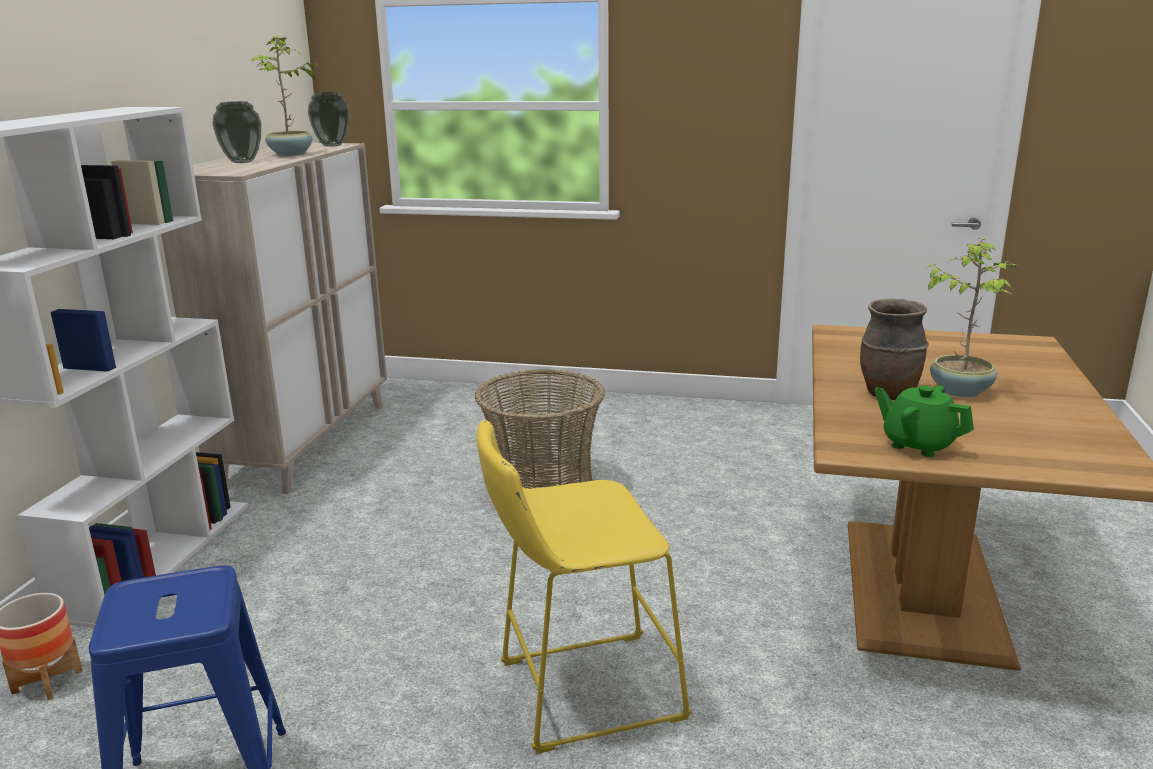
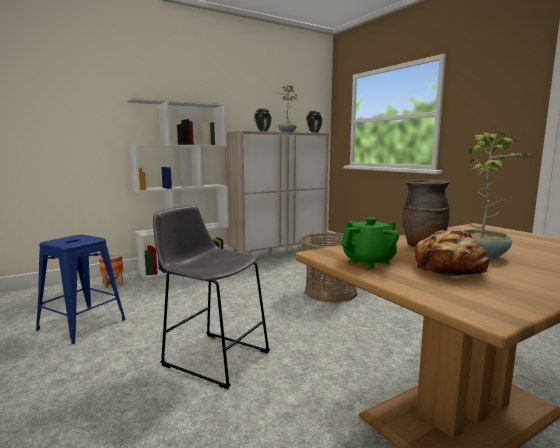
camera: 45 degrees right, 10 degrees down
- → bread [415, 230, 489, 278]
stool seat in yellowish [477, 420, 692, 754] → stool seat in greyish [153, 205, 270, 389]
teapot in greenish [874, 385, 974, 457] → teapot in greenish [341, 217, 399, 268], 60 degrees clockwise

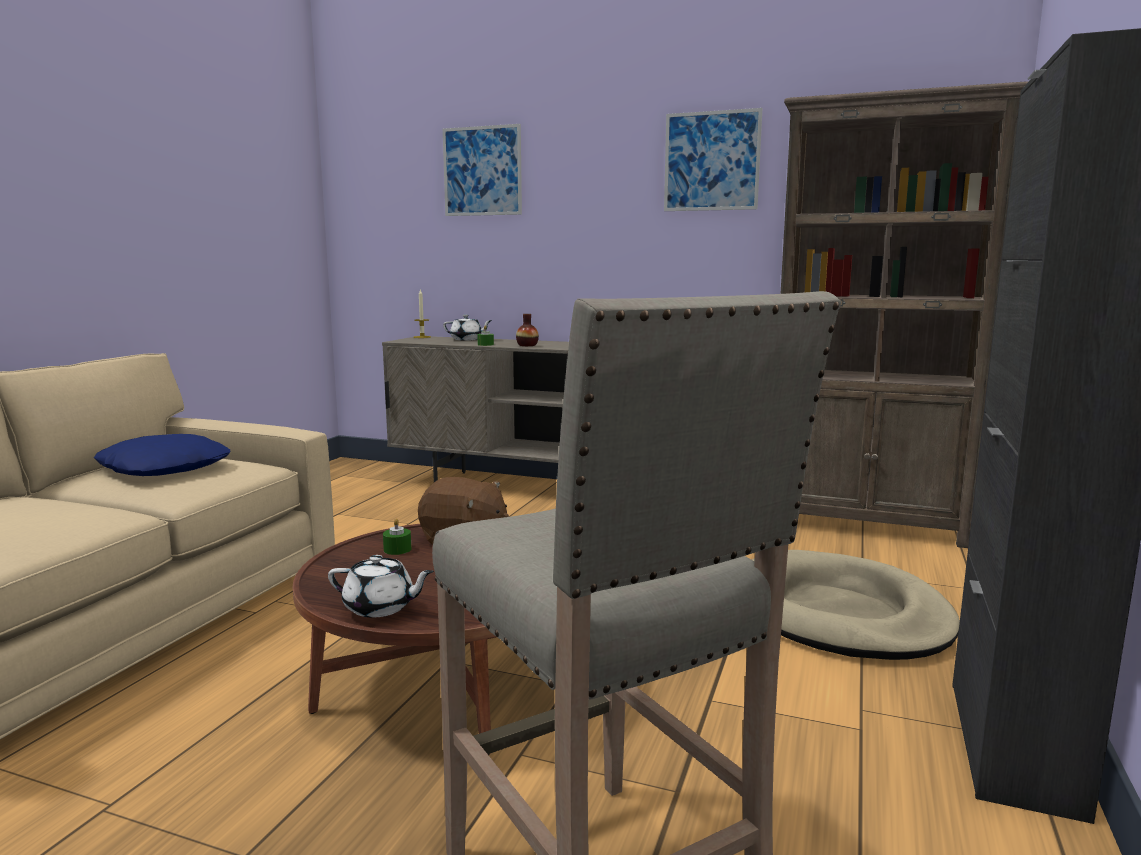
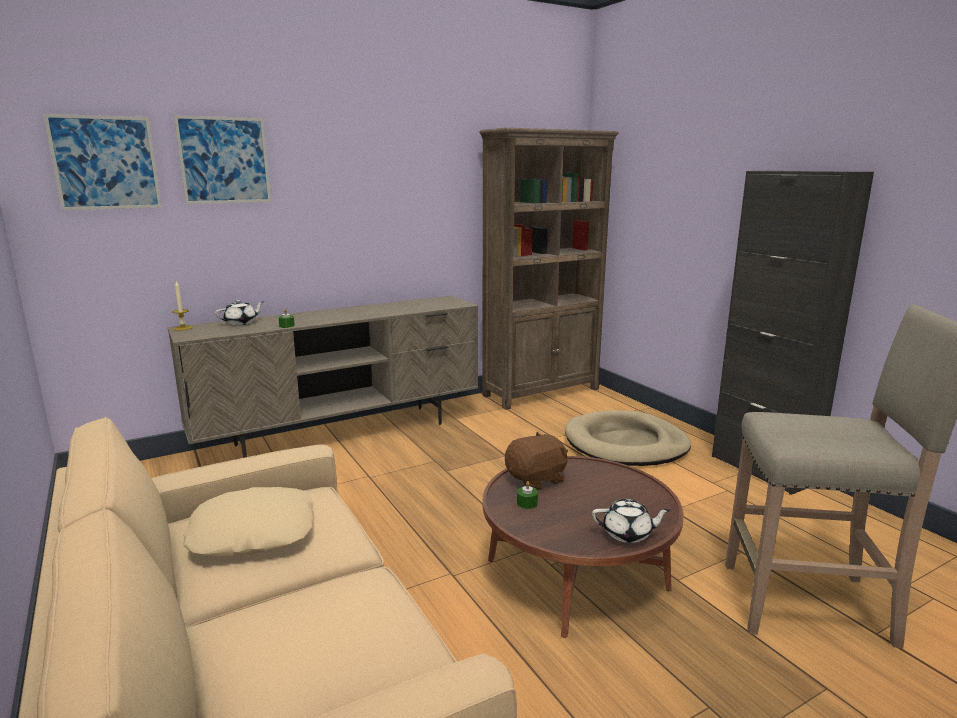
camera: 50 degrees left, 5 degrees up
decorative vase [516, 314, 539, 346] → -
picture [664, 108, 762, 211] → picture [43, 114, 162, 210], shifted
pillow in blue-coloured [94, 434, 231, 476] → pillow in beige [183, 487, 314, 557]
teapot in white [328, 555, 434, 617] → teapot in white [592, 499, 671, 543], 45 degrees clockwise

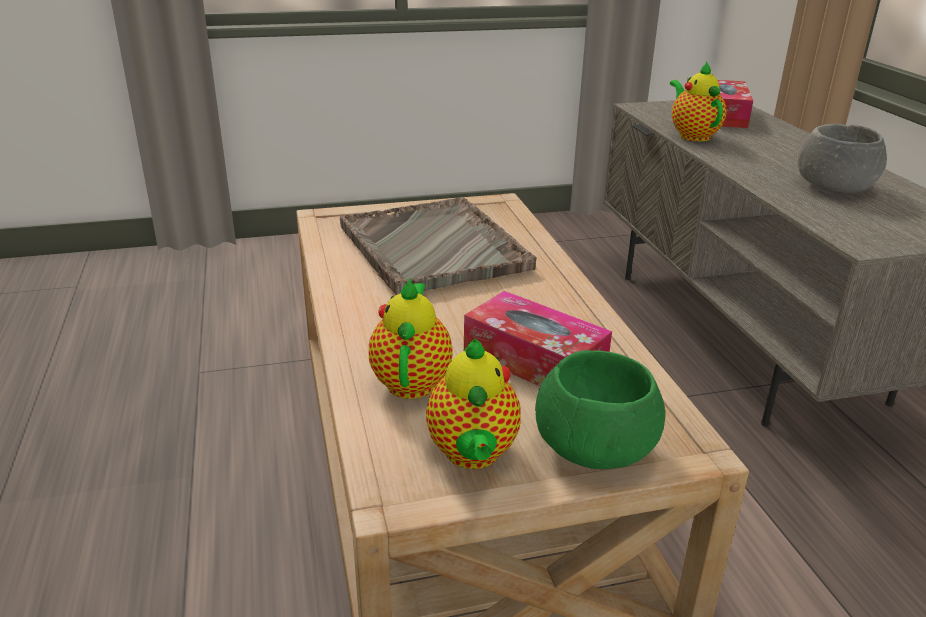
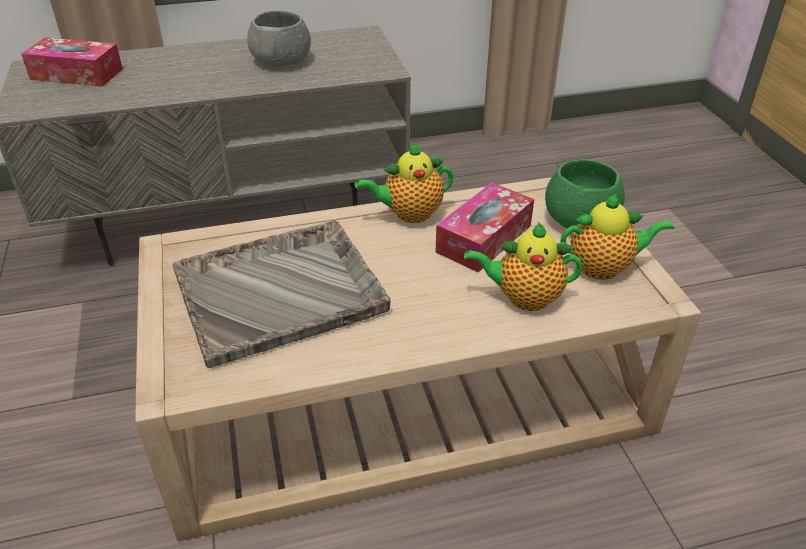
camera: 90 degrees left, 10 degrees up
teapot [670, 61, 727, 142] → teapot [355, 142, 453, 223], shifted

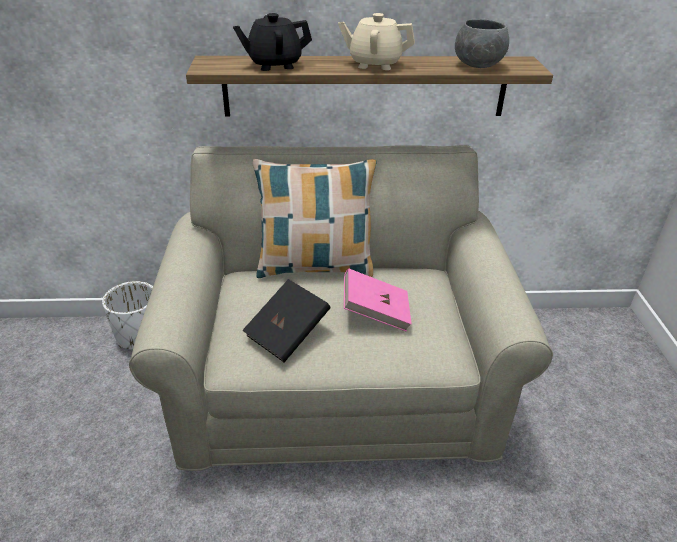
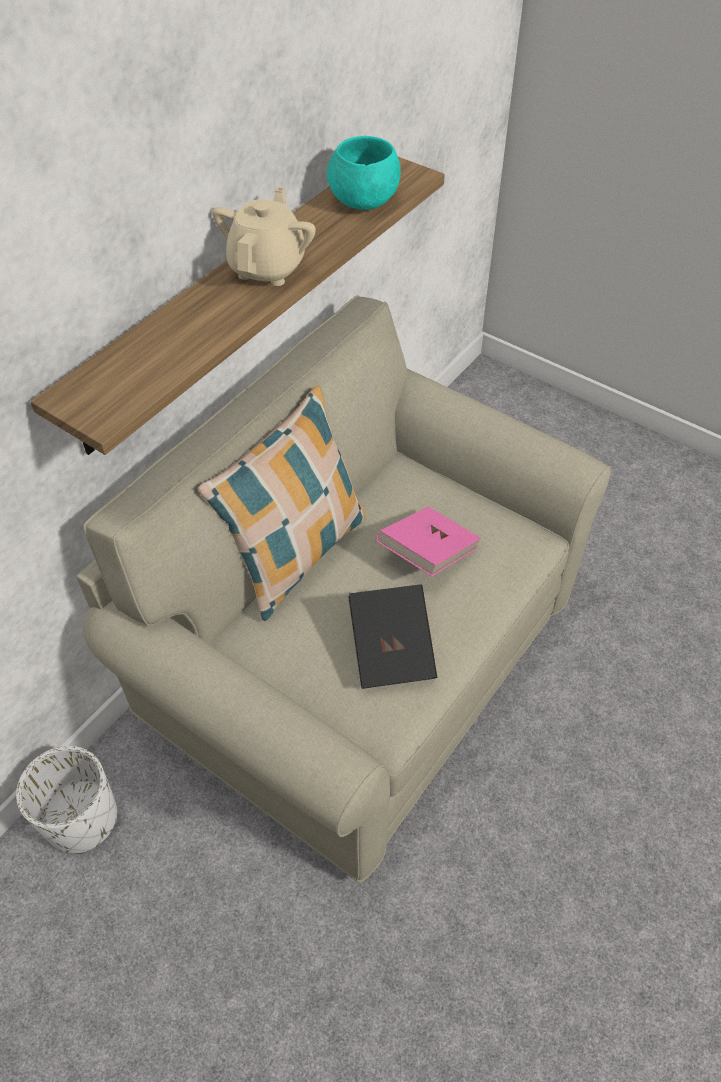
camera: 50 degrees left, 15 degrees up
teapot in black [233, 13, 312, 71] → -
bowl in greyish [455, 19, 509, 68] → bowl in blue-green [327, 136, 401, 210]
teapot in beige [338, 13, 415, 70] → teapot in beige [212, 187, 316, 286], 150 degrees clockwise

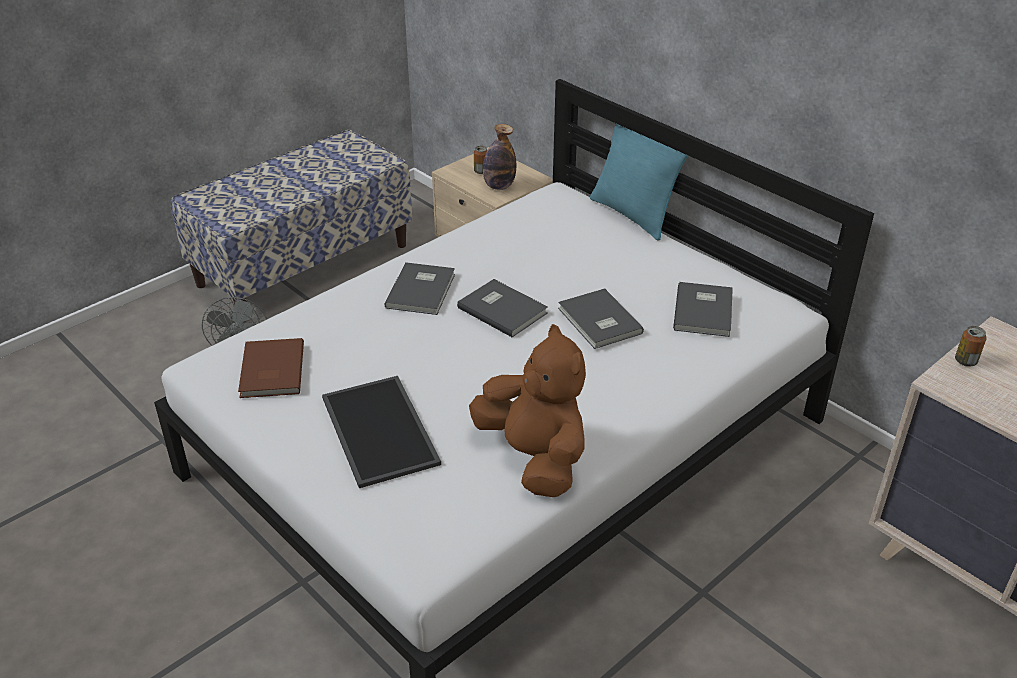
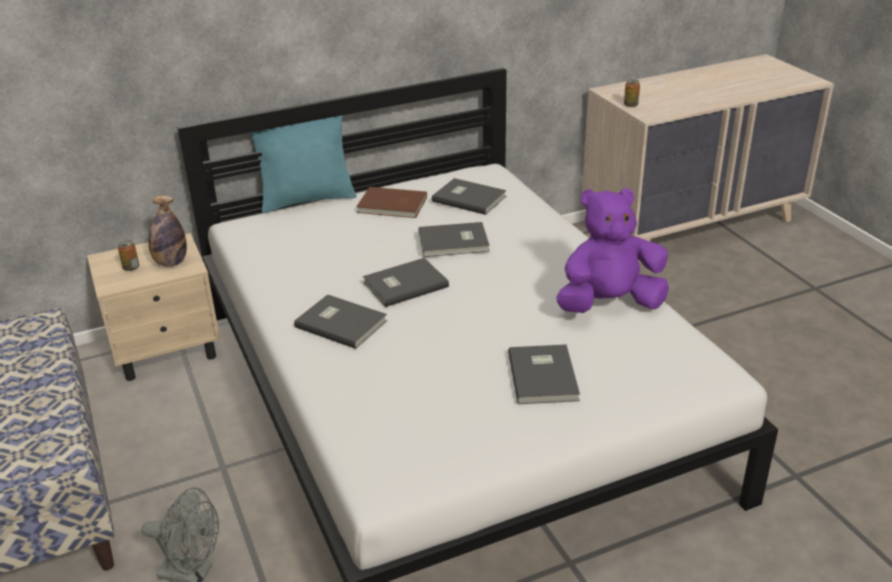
camera: 70 degrees left, 5 degrees down
bound book in brownish [238, 338, 304, 398] → bound book in brownish [356, 187, 427, 218], shifted
carrying tray [322, 376, 441, 488] → bound book in greyish [508, 344, 580, 404]
soft toy in brownish [469, 324, 586, 497] → soft toy in purple [556, 188, 669, 313]

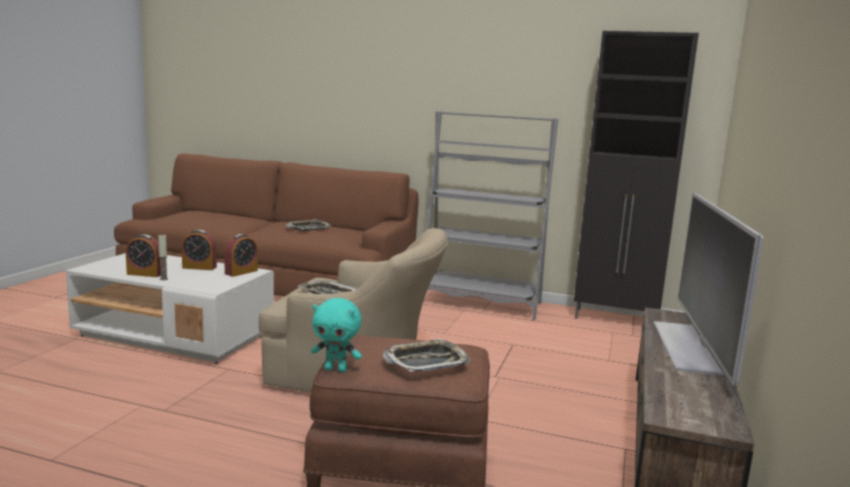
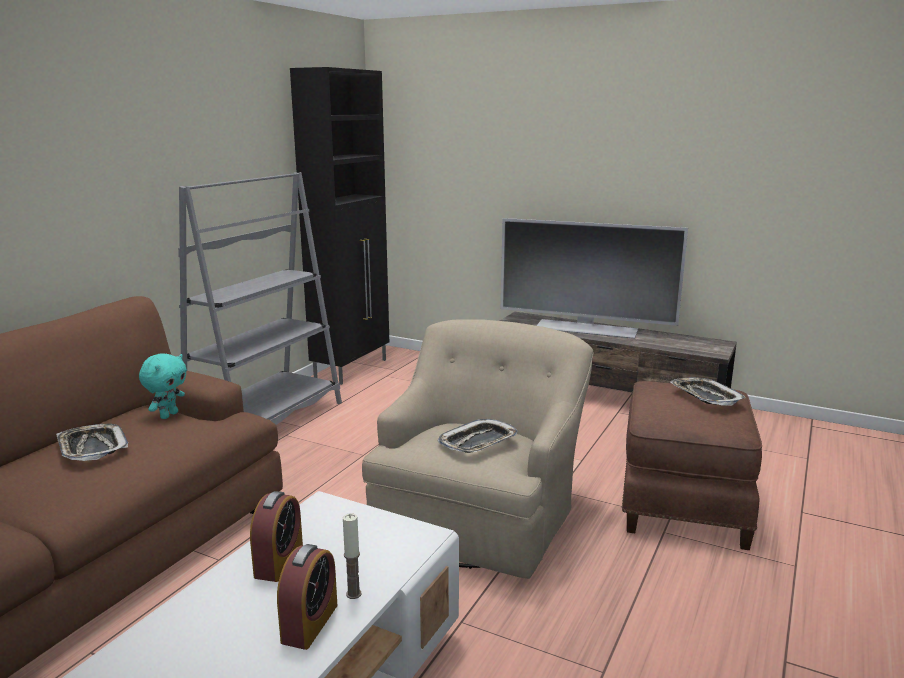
camera: 80 degrees left, 5 degrees up
alarm clock [224, 234, 258, 277] → -
soft toy in blue-green [311, 298, 362, 372] → soft toy in blue-green [139, 353, 187, 419], shifted

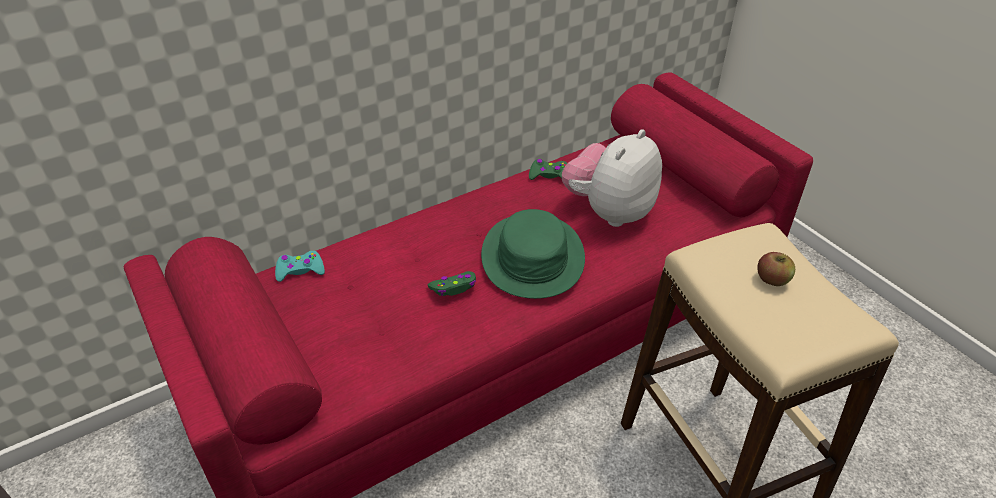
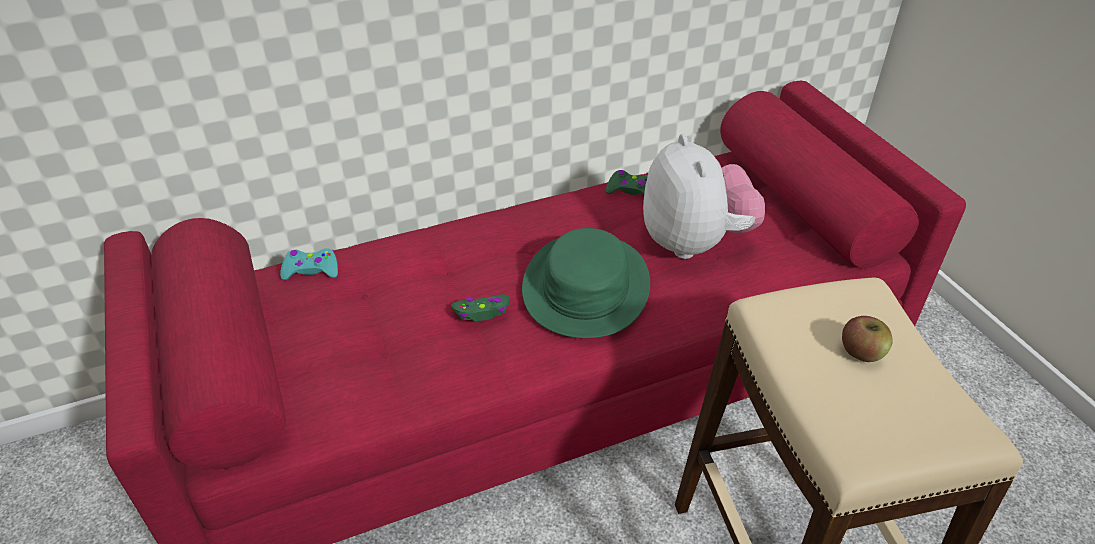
camera: 10 degrees right, 0 degrees up
soft toy [562, 129, 662, 227] → soft toy [643, 134, 765, 259], 120 degrees clockwise

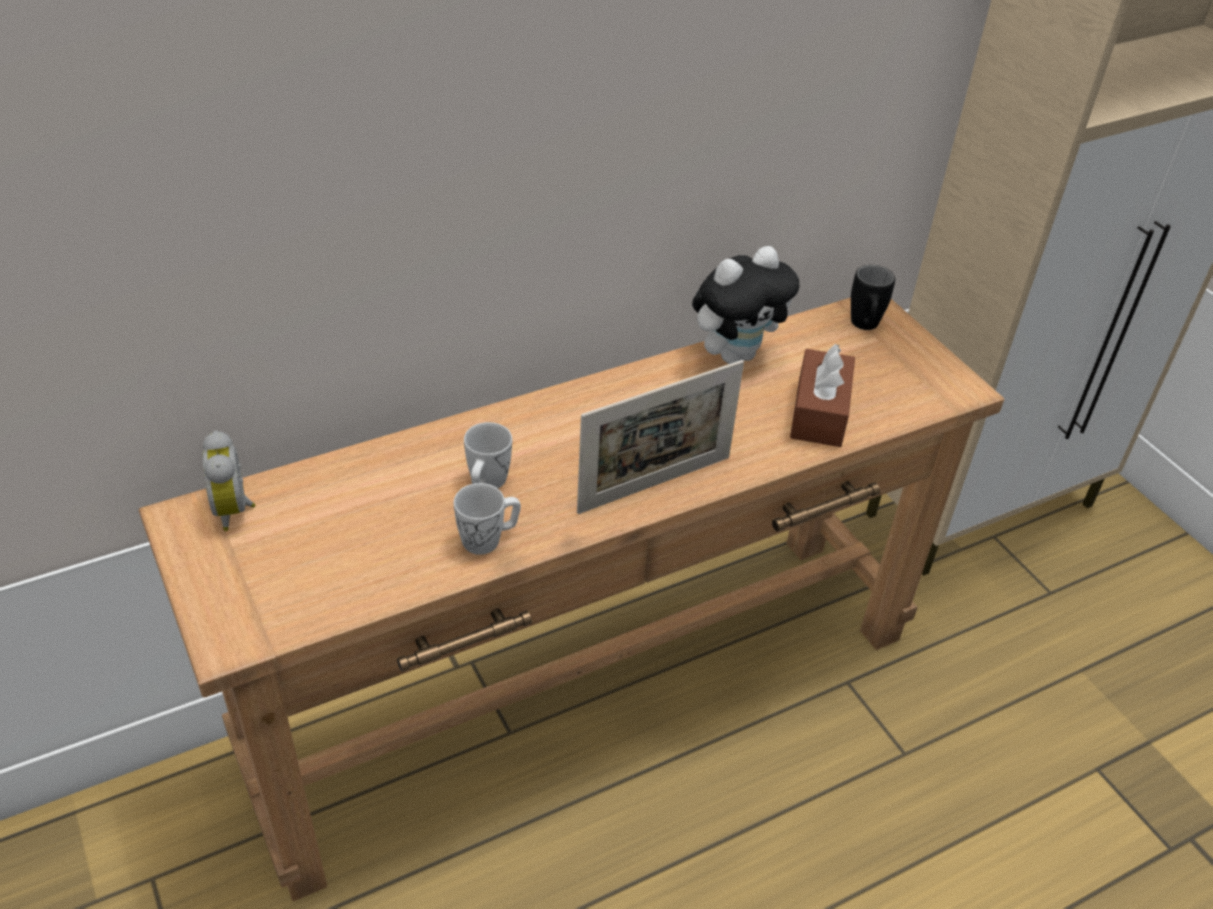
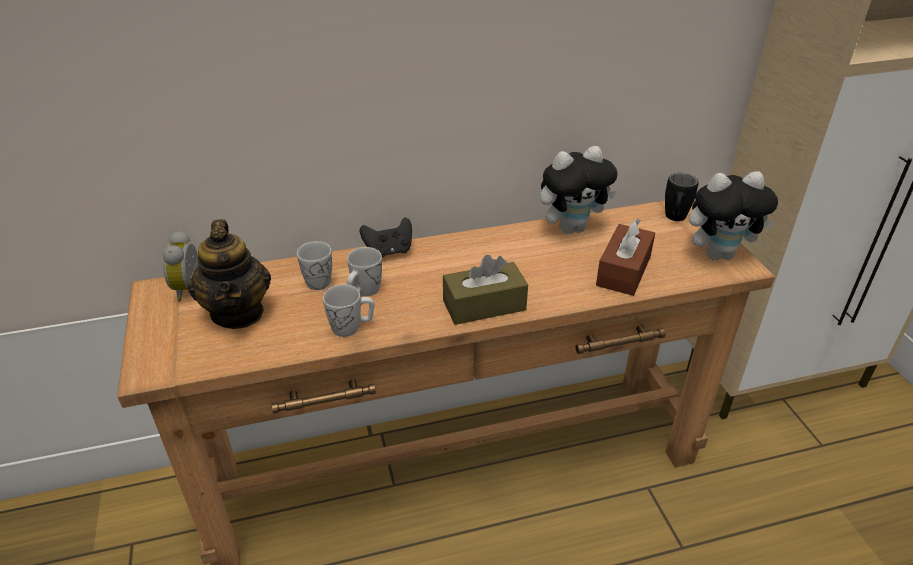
camera: 15 degrees right, 5 degrees down
- → teapot [188, 219, 271, 329]
- → mug in white [297, 241, 332, 290]
- → game controller in black [360, 217, 412, 257]
- → soft toy [689, 171, 778, 260]
standing frame [577, 360, 744, 514] → box of tissues in brownish [443, 255, 528, 325]

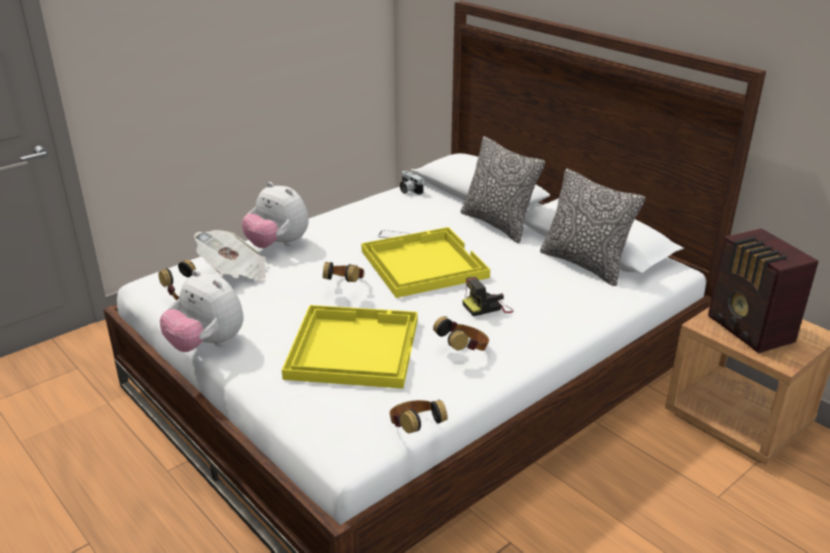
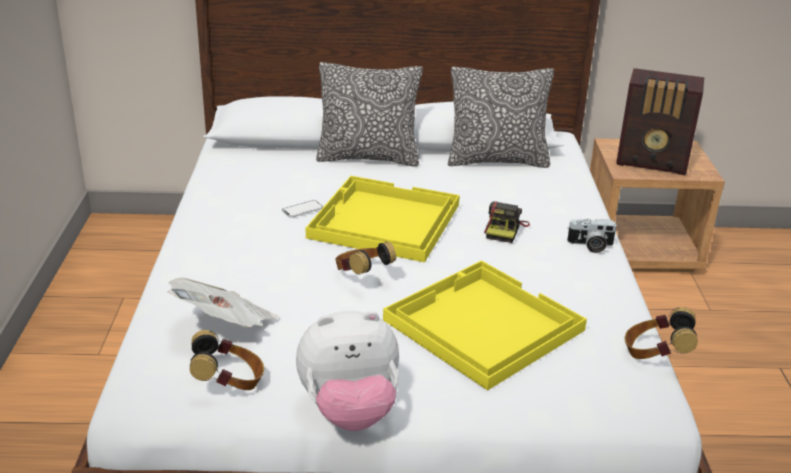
camera: 50 degrees left, 0 degrees up
soft toy [242, 182, 309, 248] → -
headset [433, 316, 489, 351] → -
still camera [400, 171, 423, 195] → still camera [567, 218, 617, 253], shifted

